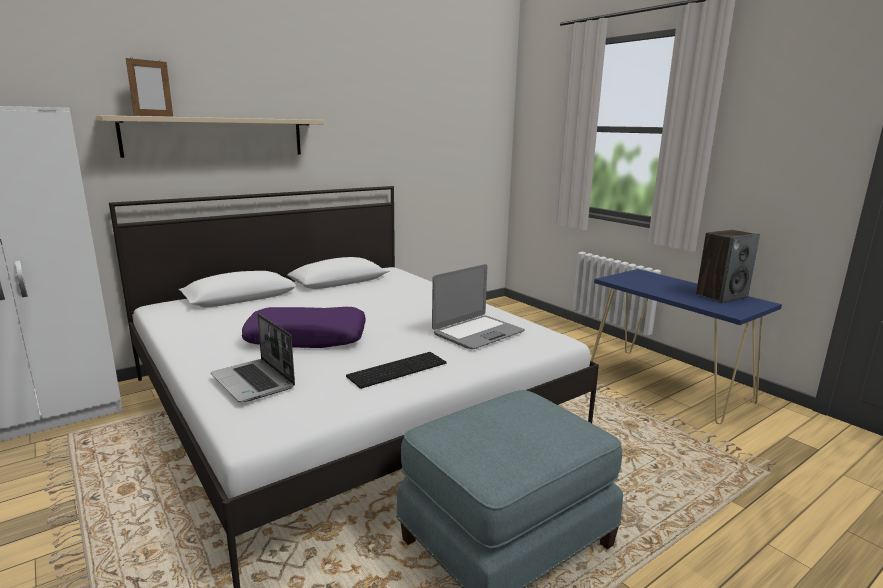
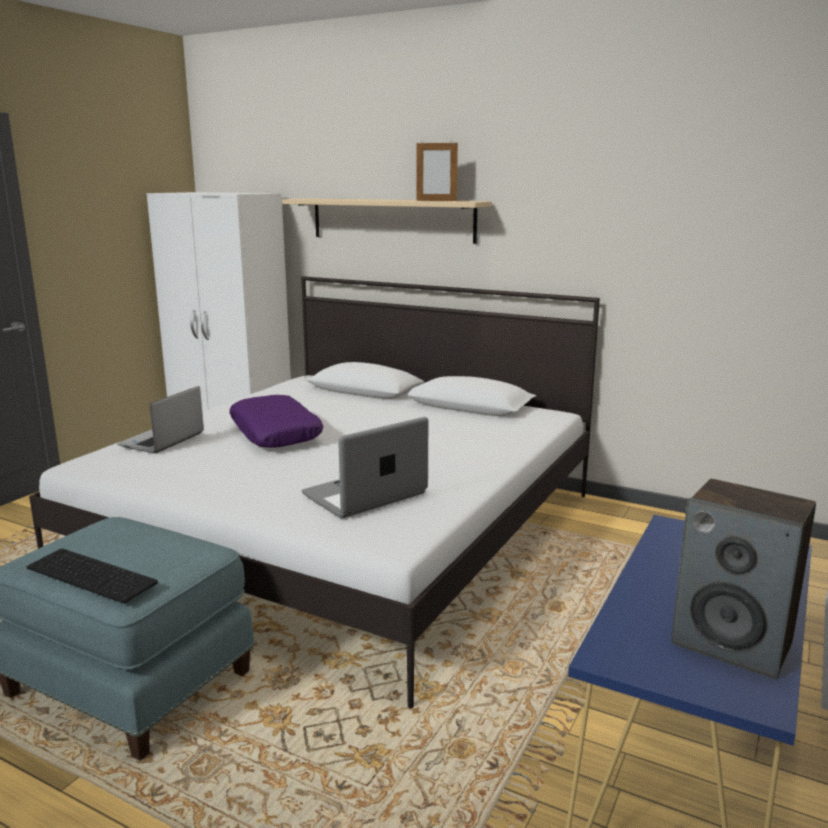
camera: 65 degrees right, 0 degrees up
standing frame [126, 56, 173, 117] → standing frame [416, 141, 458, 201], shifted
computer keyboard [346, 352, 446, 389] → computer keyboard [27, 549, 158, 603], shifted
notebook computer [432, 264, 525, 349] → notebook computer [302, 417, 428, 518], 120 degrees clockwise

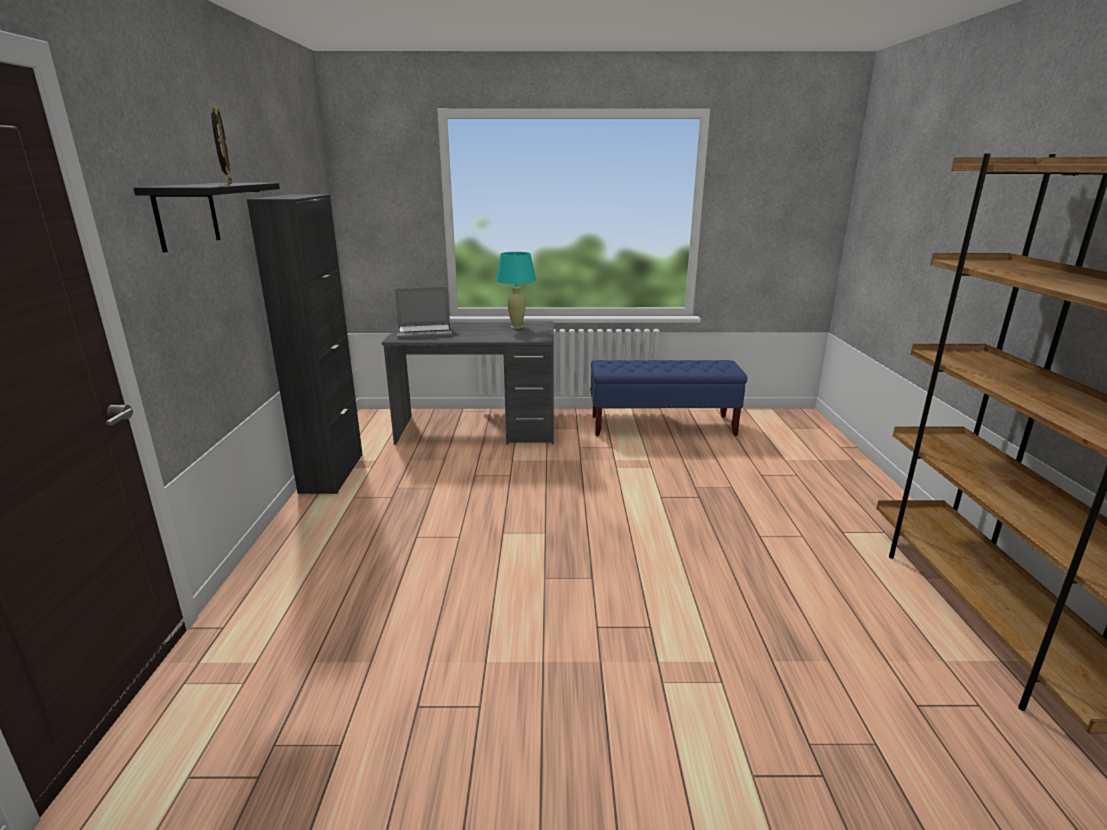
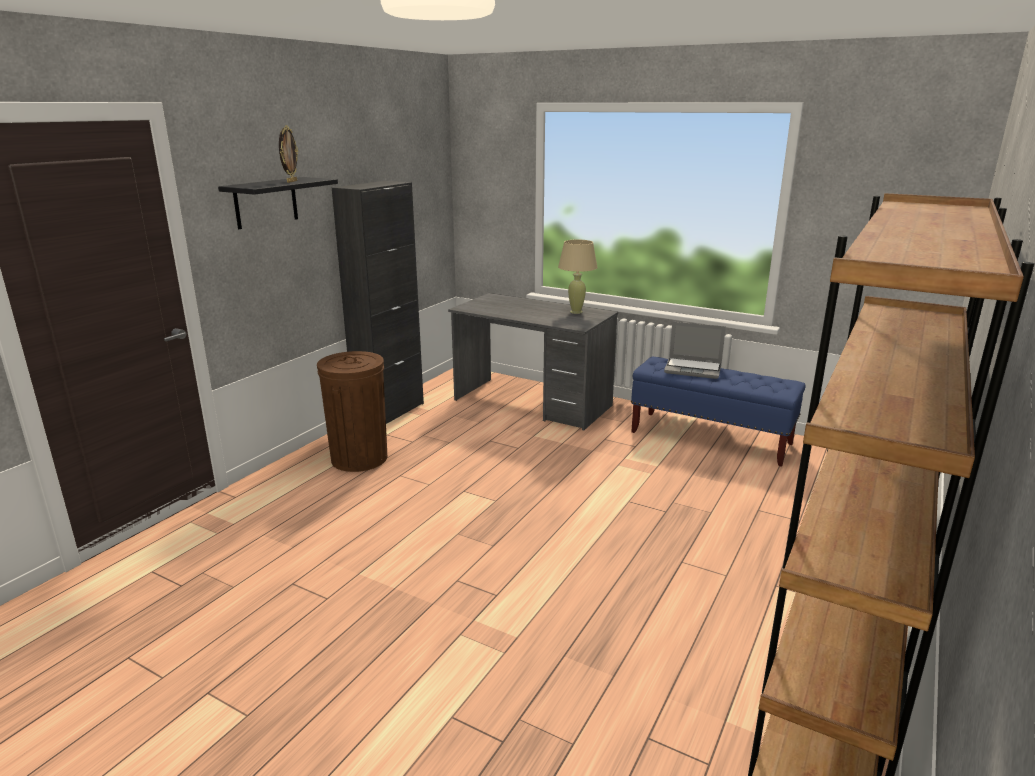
camera: 30 degrees right, 0 degrees up
- → trash can in brownish [317, 351, 387, 472]
notebook computer [395, 287, 452, 339] → notebook computer [664, 322, 726, 379], shifted
tabletop lamp in blue-green [496, 252, 536, 329] → tabletop lamp in beige [558, 240, 598, 314]

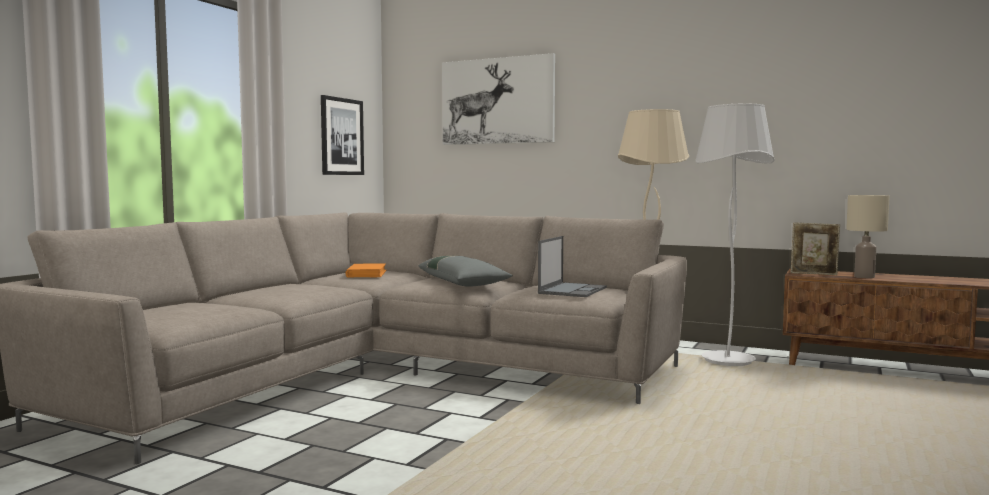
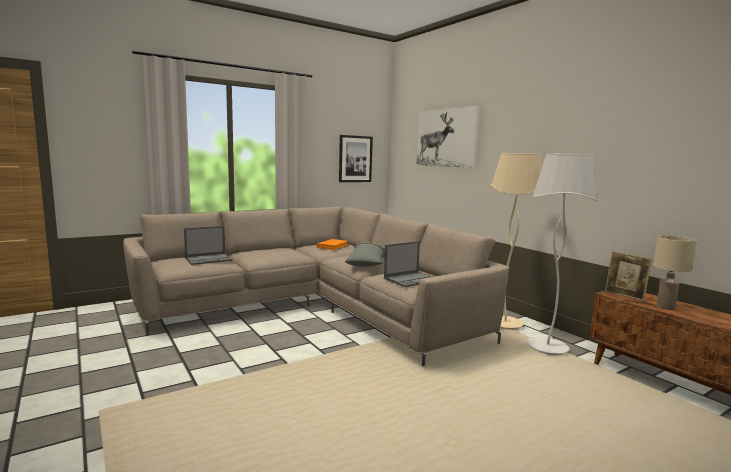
camera: 30 degrees right, 5 degrees up
- → notebook computer [184, 226, 233, 265]

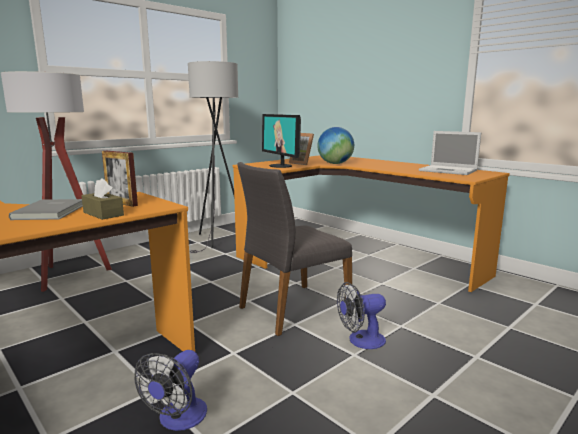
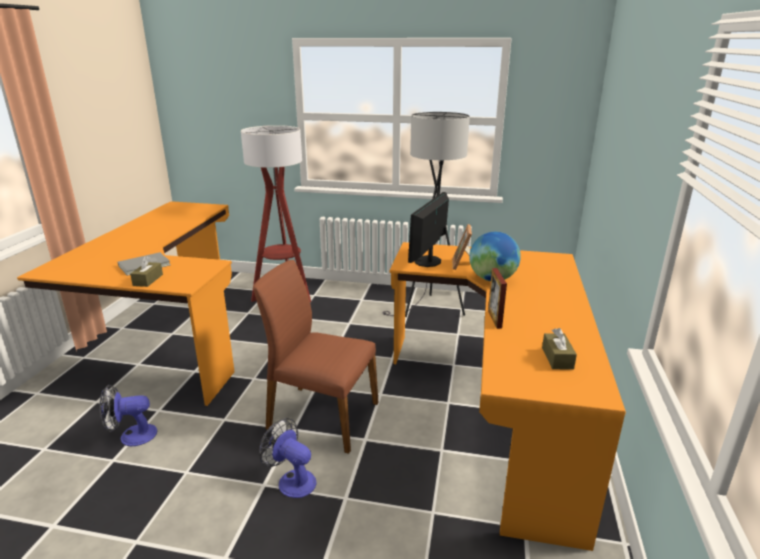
camera: 55 degrees right, 10 degrees up
standing frame [102, 151, 138, 207] → standing frame [488, 268, 507, 329], shifted
notebook computer [419, 131, 481, 175] → box of tissues in brownish [542, 328, 577, 370]
plain chair in greyish [237, 162, 352, 336] → plain chair in brownish [253, 260, 378, 454]

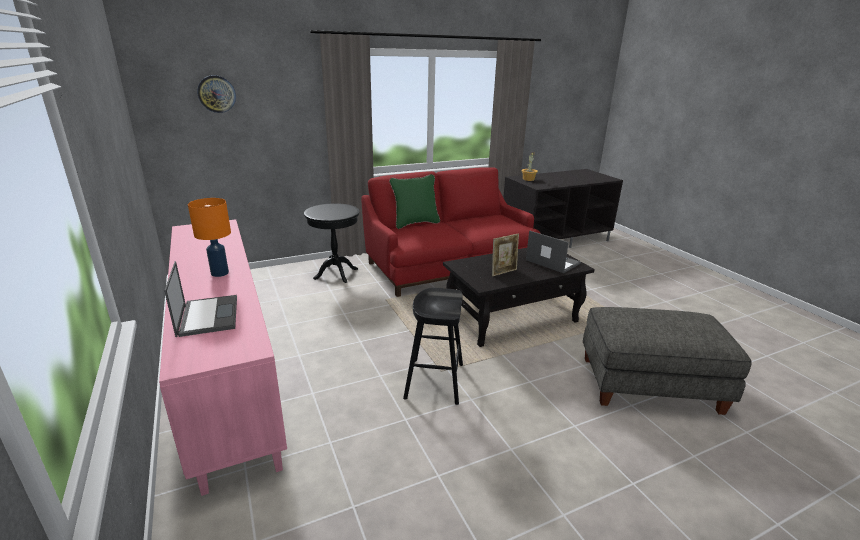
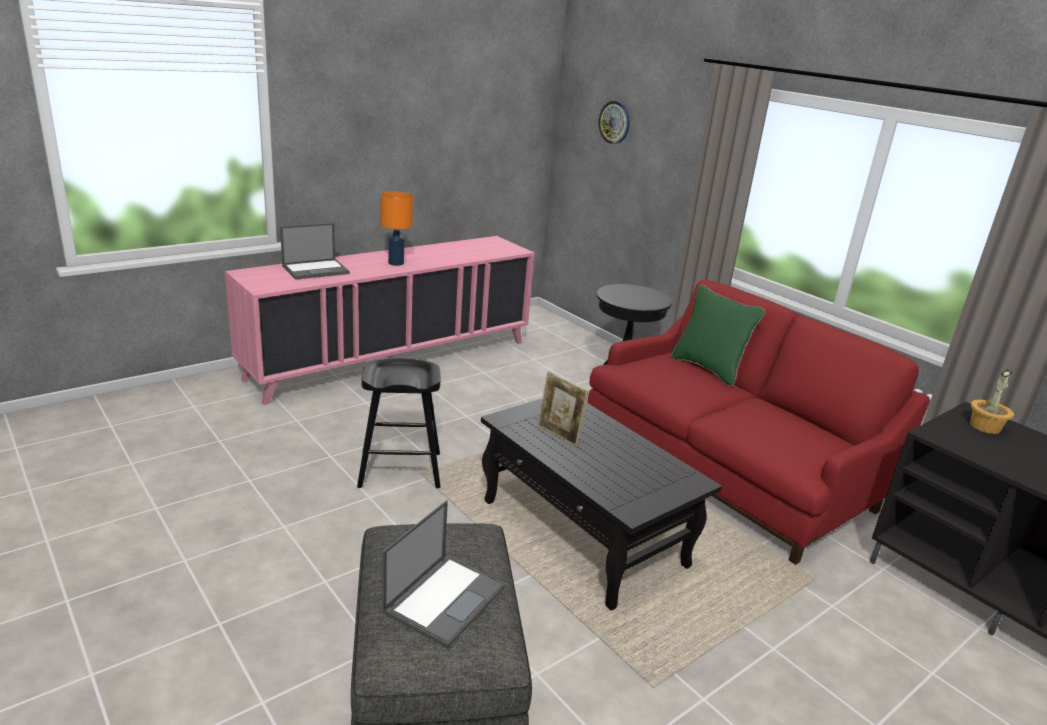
camera: 75 degrees right, 0 degrees up
notebook computer [526, 230, 581, 273] → notebook computer [382, 500, 505, 648], shifted

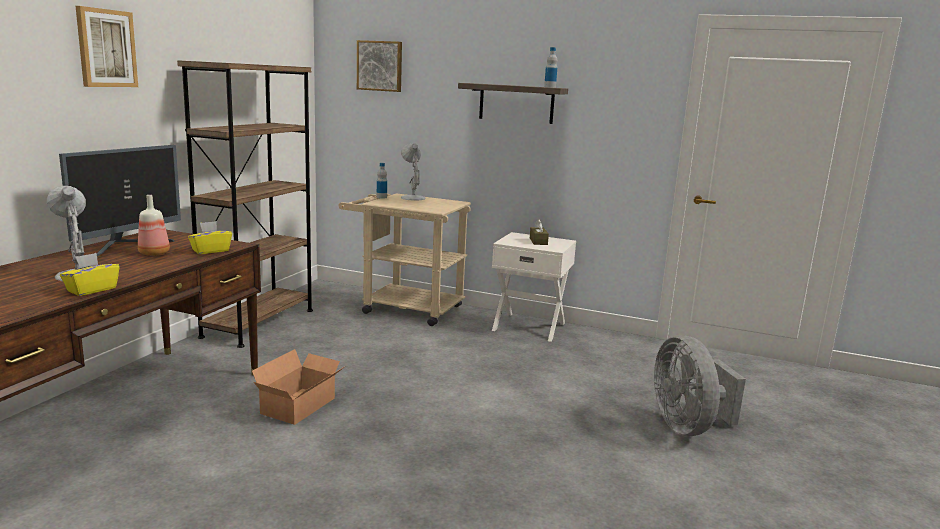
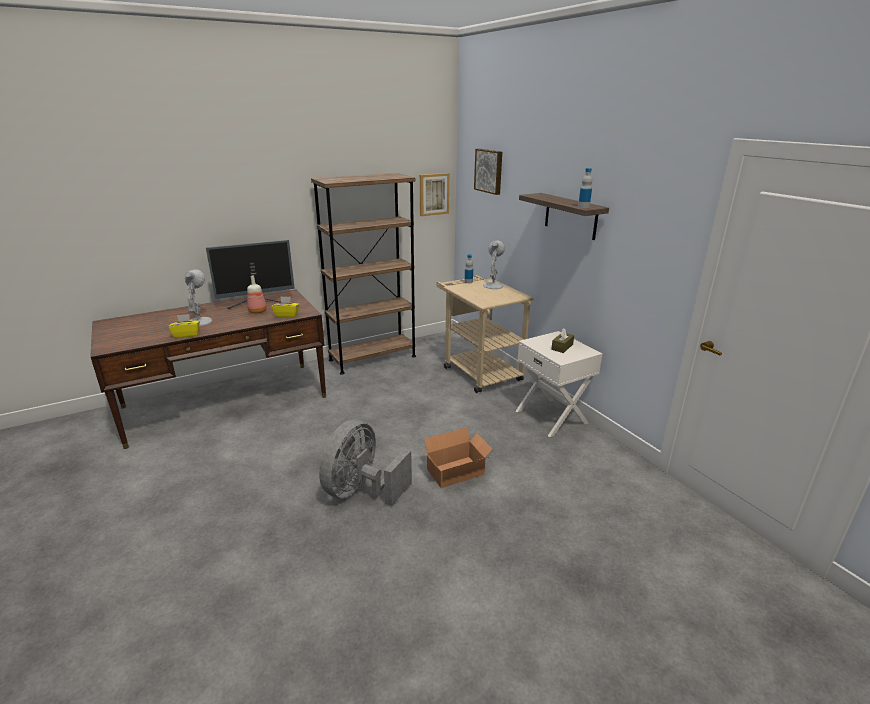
camera: 40 degrees right, 10 degrees up
picture [76, 6, 138, 87] → picture [420, 173, 450, 216], shifted
packing box [252, 349, 346, 425] → packing box [422, 427, 492, 488], shifted
electric fan in greyish [654, 335, 746, 436] → electric fan in greyish [319, 420, 412, 506], shifted

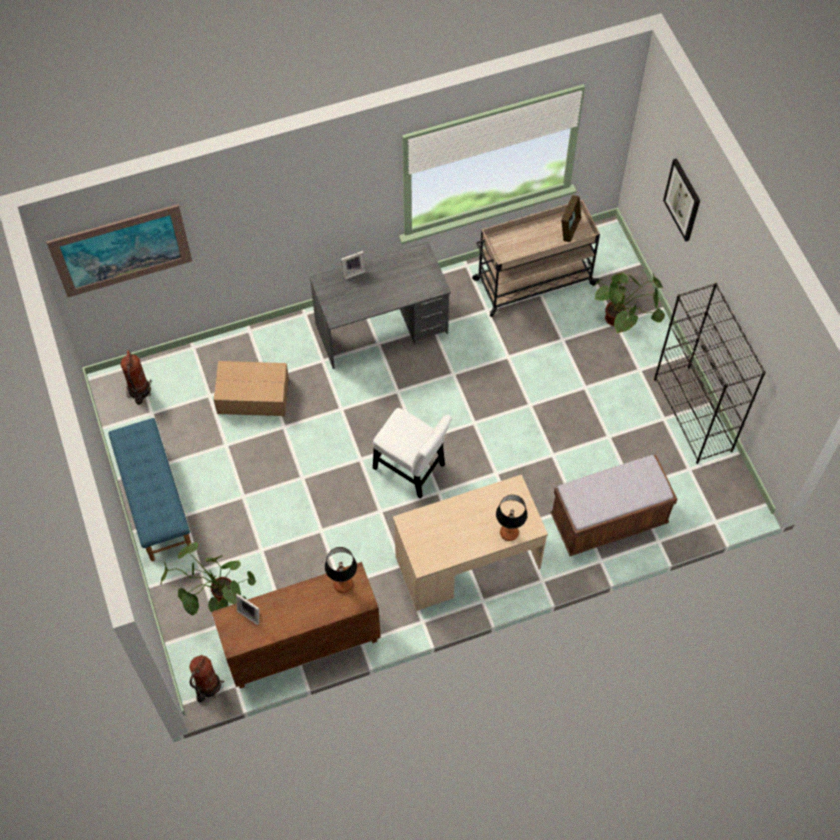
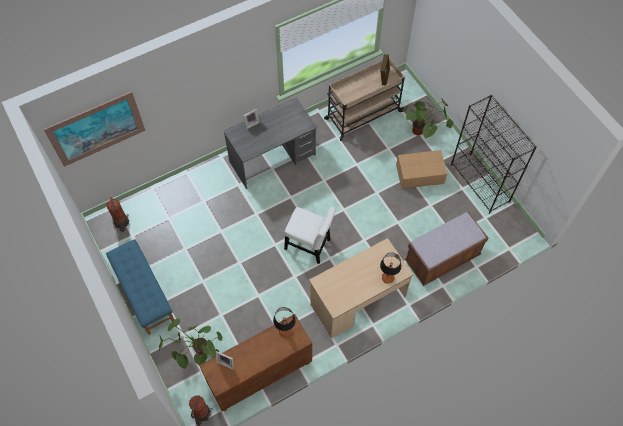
camera: 10 degrees left, 0 degrees up
picture [663, 158, 700, 242] → -
packing box [214, 361, 289, 416] → packing box [396, 150, 447, 189], shifted

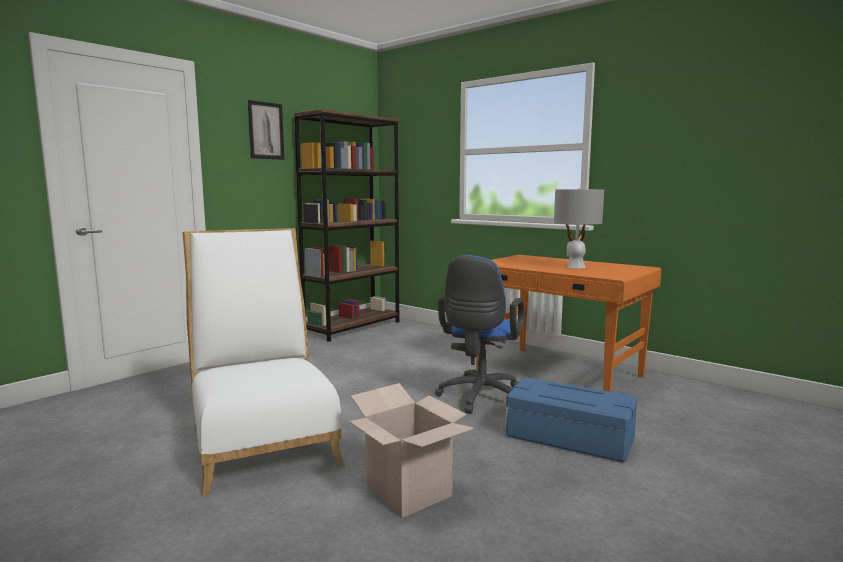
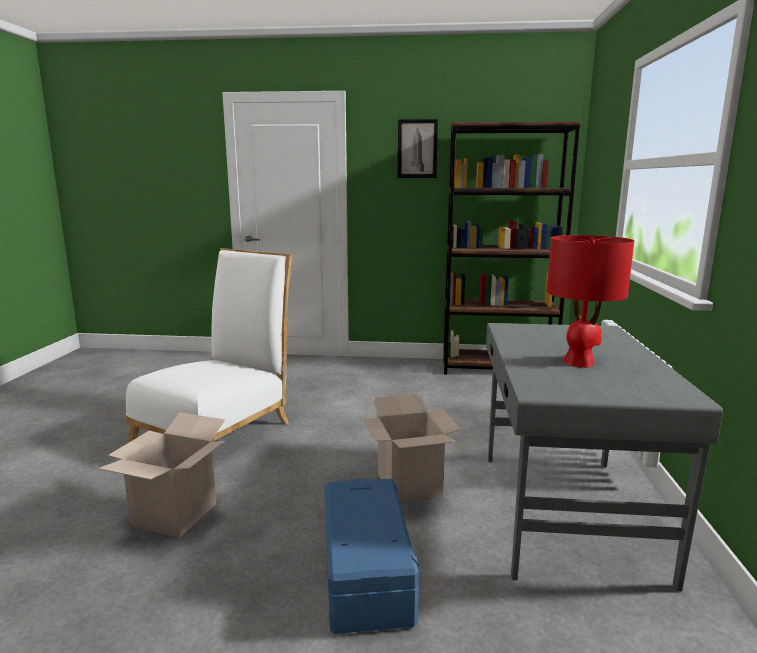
camera: 55 degrees right, 5 degrees up
desk chair in blue-coloured [435, 255, 524, 414] → packing box [363, 393, 461, 502]
desk in orangey [476, 255, 661, 392] → desk in greyish [486, 323, 723, 592]
tabletop lamp in greyish [554, 188, 604, 268] → tabletop lamp in red [547, 235, 634, 368]

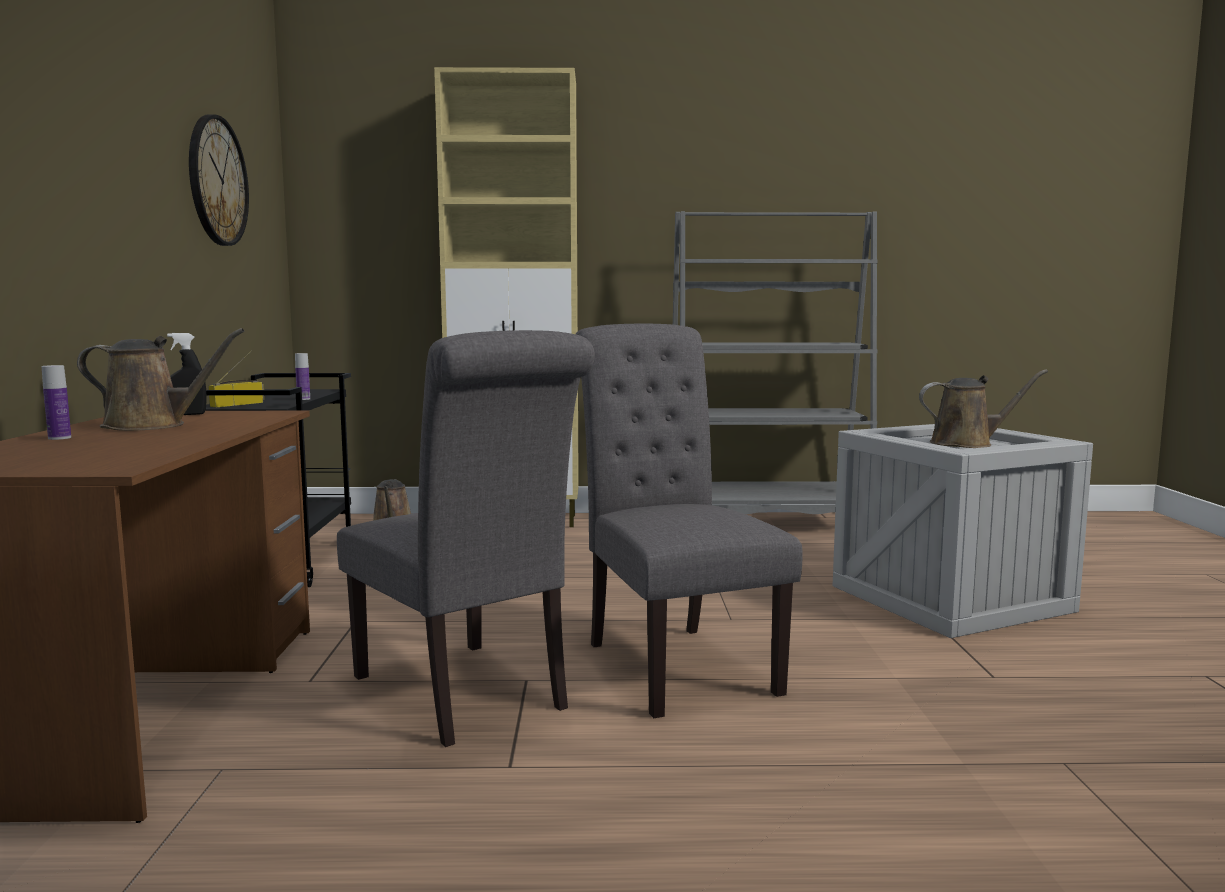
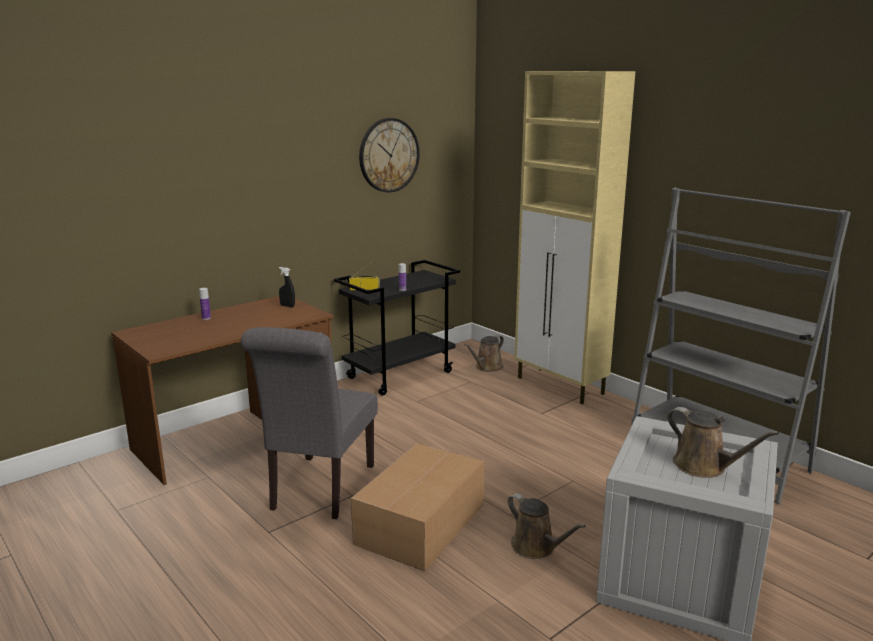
camera: 50 degrees right, 10 degrees up
sprinkling can in brownish [77, 328, 244, 431] → sprinkling can in brownish [508, 494, 586, 559], shifted
plain chair in greyish [576, 324, 803, 718] → packing box [351, 443, 484, 571]

